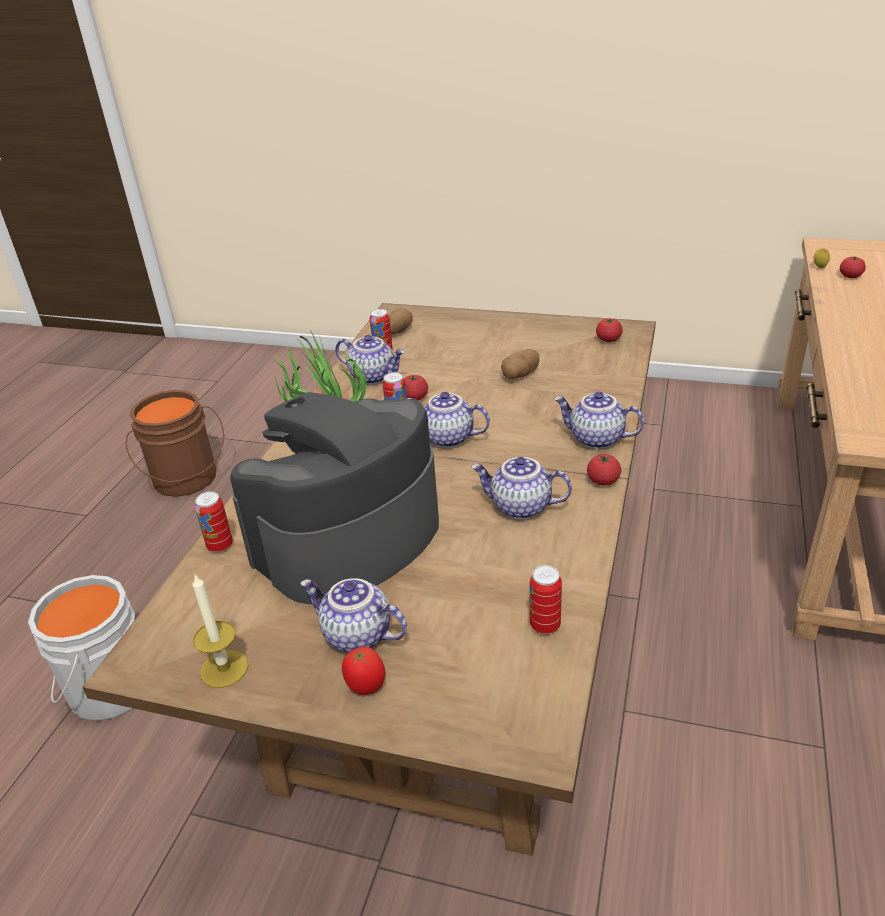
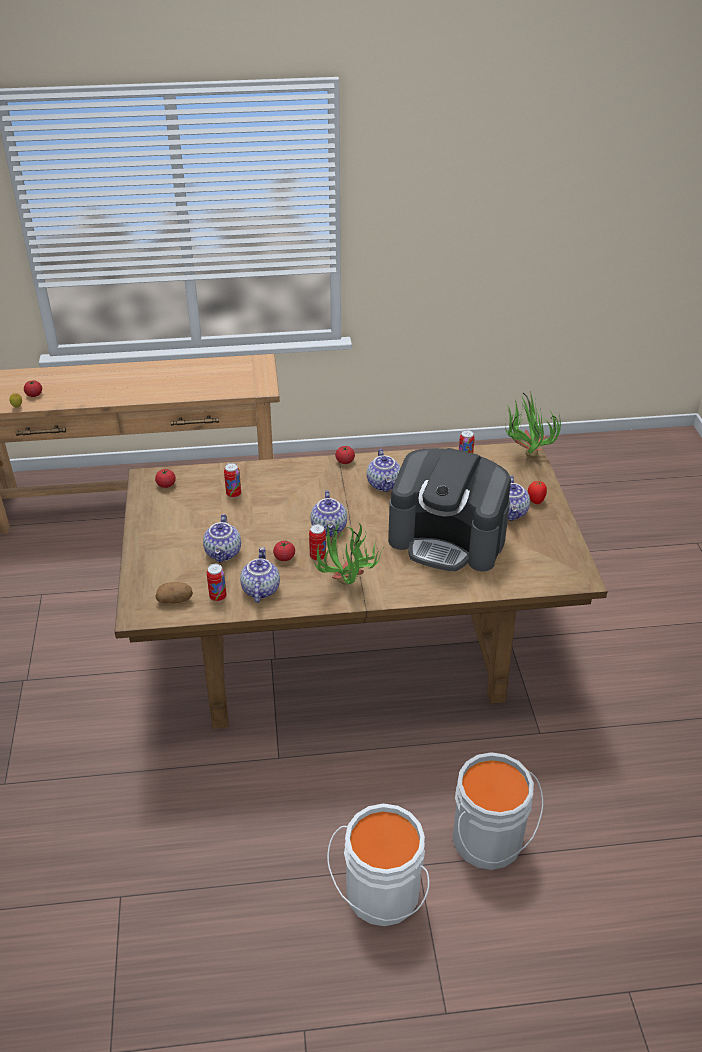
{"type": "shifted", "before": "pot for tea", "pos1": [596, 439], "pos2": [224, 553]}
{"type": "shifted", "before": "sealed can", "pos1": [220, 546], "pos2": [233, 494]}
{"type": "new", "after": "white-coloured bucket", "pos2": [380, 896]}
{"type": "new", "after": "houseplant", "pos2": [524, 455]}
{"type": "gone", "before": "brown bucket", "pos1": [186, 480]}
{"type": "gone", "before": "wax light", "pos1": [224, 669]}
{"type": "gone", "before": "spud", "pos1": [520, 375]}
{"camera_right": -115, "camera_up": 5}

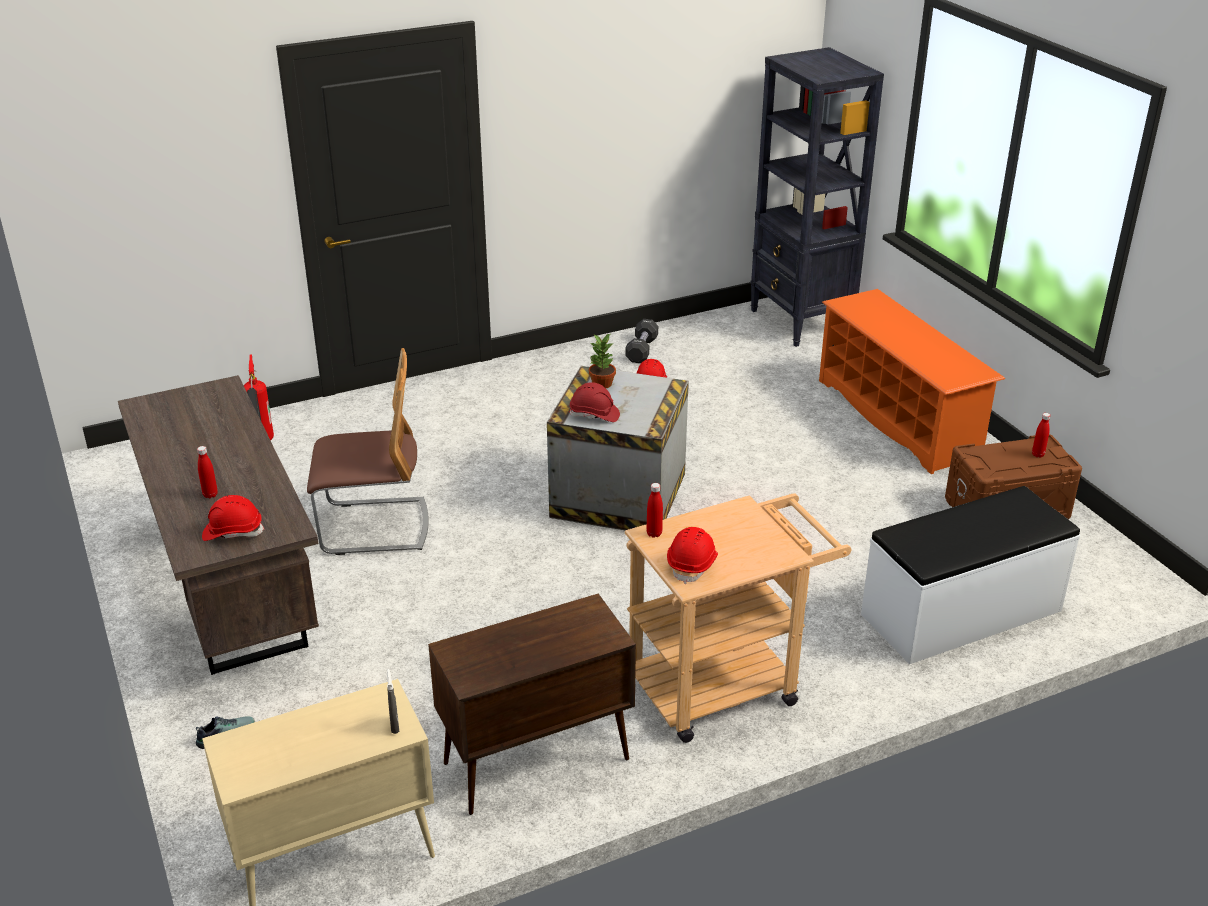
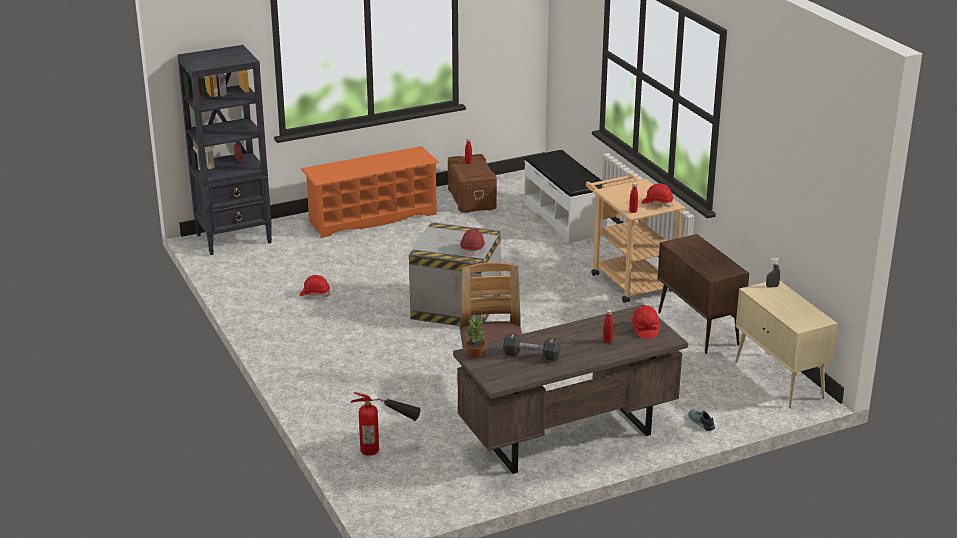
{"type": "shifted", "before": "houseplant", "pos1": [602, 384], "pos2": [476, 354]}
{"type": "shifted", "before": "black-coloured free weight", "pos1": [641, 350], "pos2": [531, 355]}
{"camera_right": -90, "camera_up": -5}

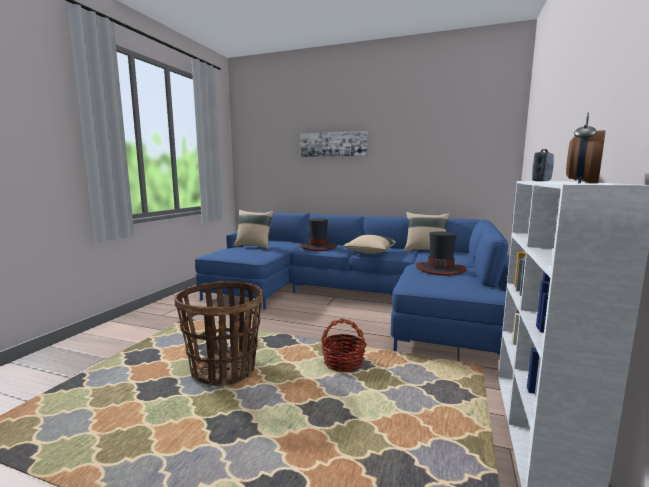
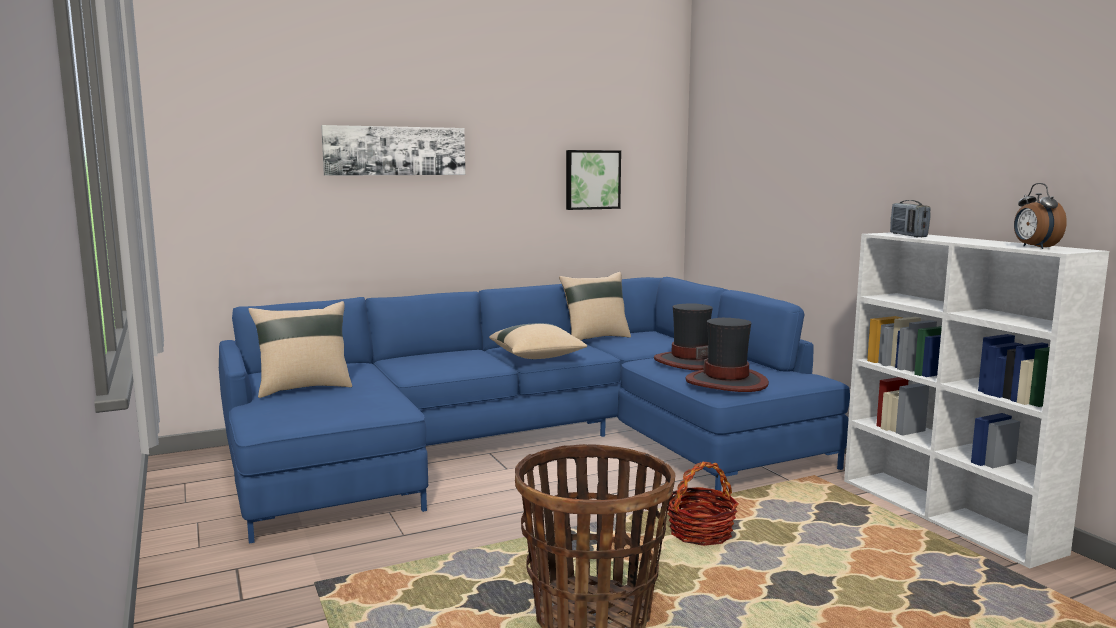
{"type": "new", "after": "picture", "pos2": [592, 179]}
{"type": "shifted", "before": "clothing hat", "pos1": [318, 247], "pos2": [727, 382]}
{"camera_right": -45, "camera_up": 0}

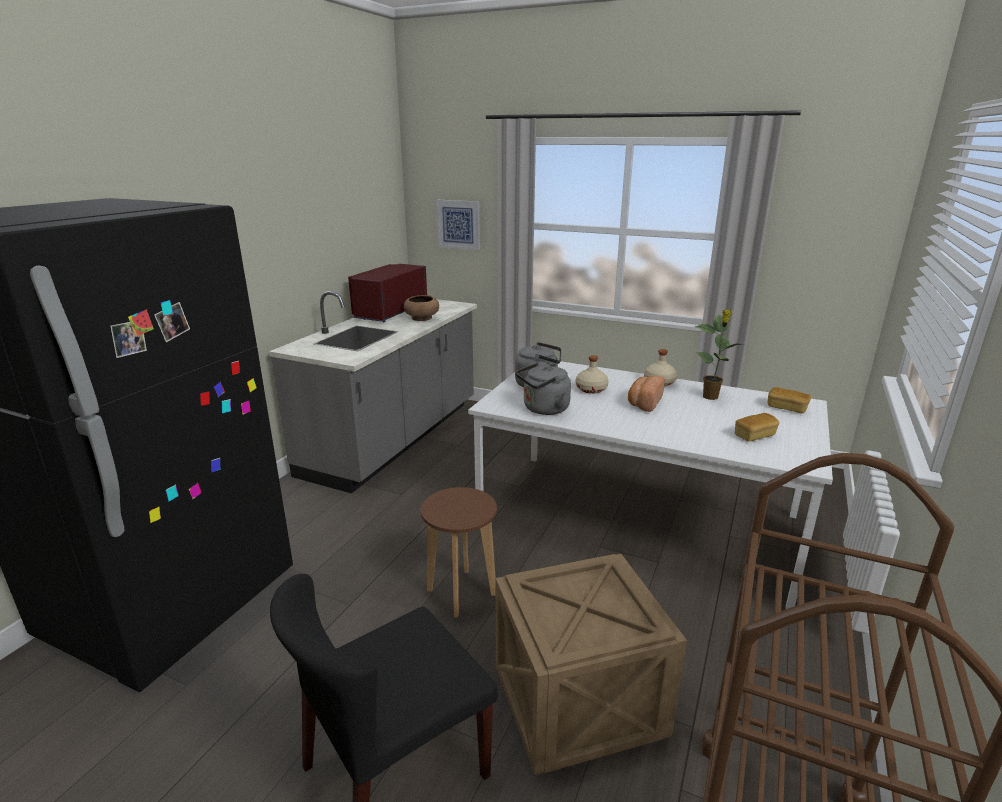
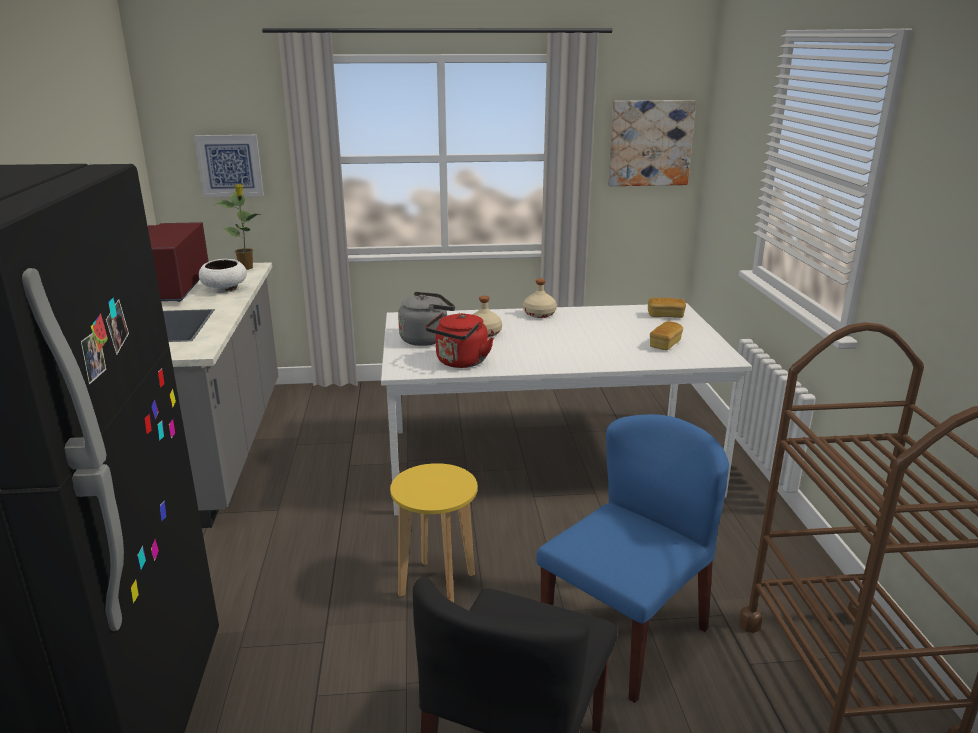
{"type": "repainted", "before": "brown bowl", "after": "white-coloured bowl", "pos1": [422, 318], "pos2": [225, 289]}
{"type": "shifted", "before": "houseplant", "pos1": [711, 397], "pos2": [247, 268]}
{"type": "repainted", "before": "brown sitting stool", "after": "yellowish sitting stool", "pos1": [461, 593], "pos2": [437, 585]}
{"type": "repainted", "before": "grey water kettle", "after": "red-coloured water kettle", "pos1": [543, 409], "pos2": [460, 362]}
{"type": "swapped", "before": "packing crate", "after": "bluish upright chair", "pos1": [580, 701], "pos2": [625, 634]}
{"type": "new", "after": "picture", "pos2": [650, 143]}
{"type": "gone", "before": "bread", "pos1": [644, 403]}
{"camera_right": -30, "camera_up": 0}

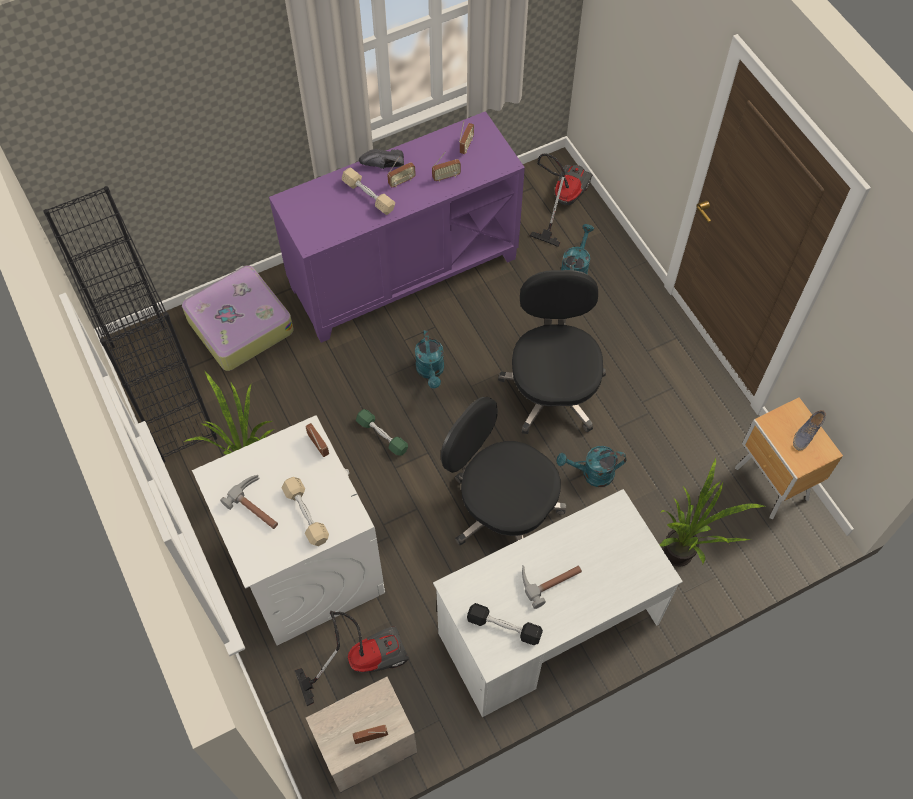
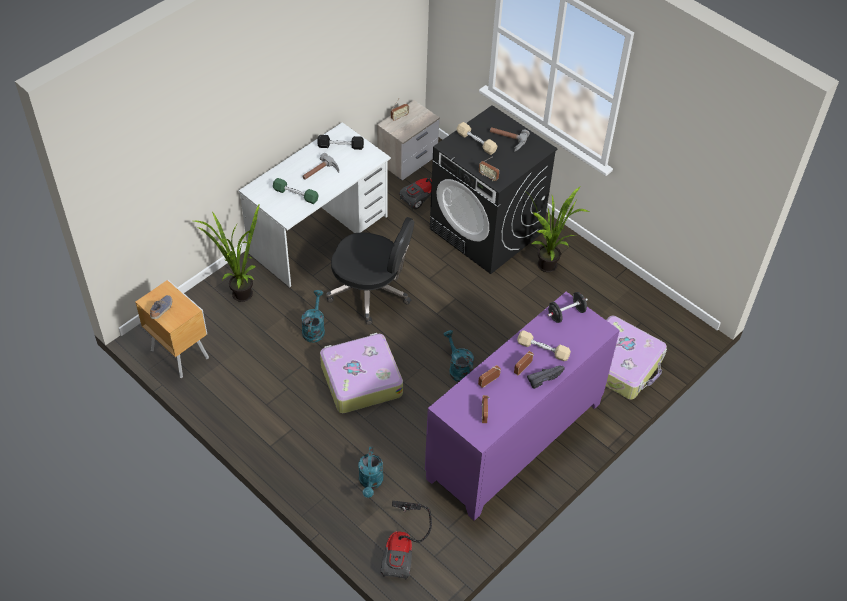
{"type": "shifted", "before": "green free weight", "pos1": [382, 436], "pos2": [295, 195]}
{"type": "rotated", "before": "turquoise watering pot", "pos1": [592, 474], "pos2": [314, 328], "turn": -60}
{"type": "swapped", "before": "black-coloured office chair", "after": "travel case", "pos1": [552, 389], "pos2": [360, 379]}
{"type": "repainted", "before": "white-coloured washing machine", "after": "black-coloured washing machine", "pos1": [305, 565], "pos2": [487, 231]}
{"type": "new", "after": "black-coloured free weight", "pos2": [566, 314]}
{"type": "gone", "before": "black-coloured shelving unit", "pos1": [162, 391]}
{"camera_right": 160, "camera_up": -10}

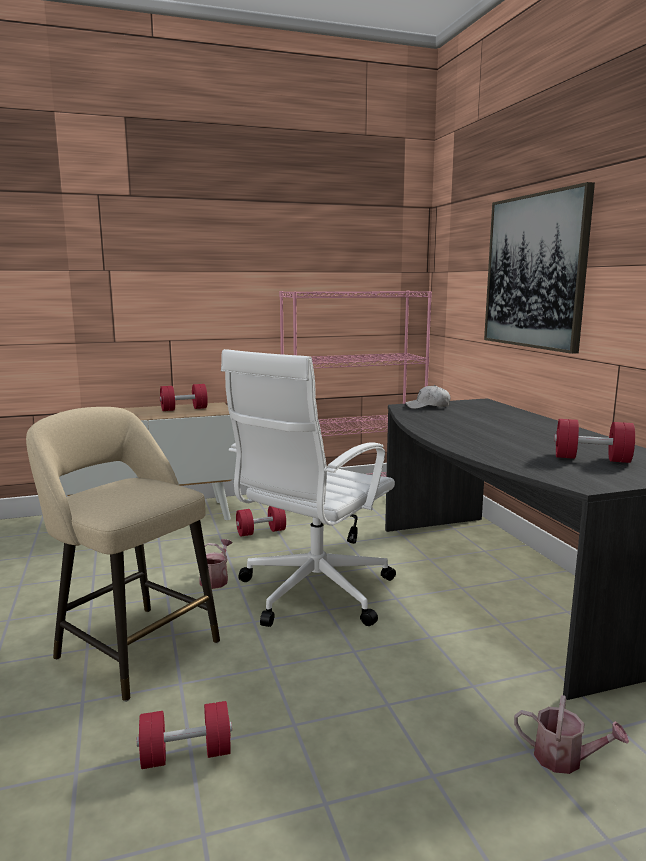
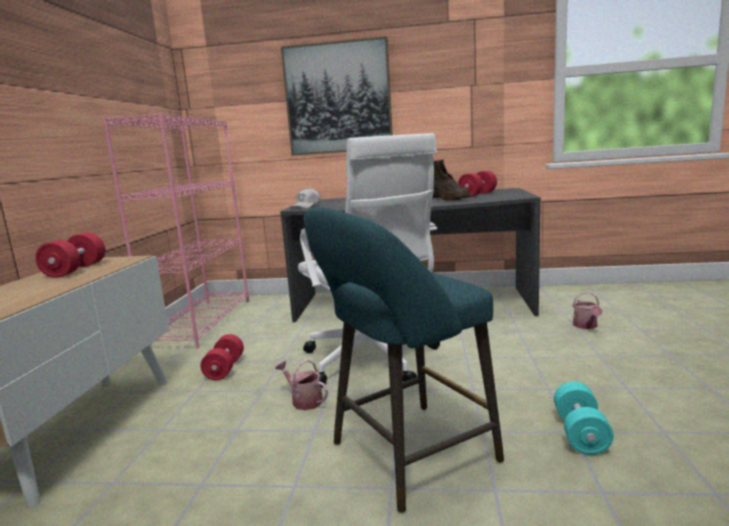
{"type": "repainted", "before": "beige sitting stool", "after": "turquoise sitting stool", "pos1": [132, 647], "pos2": [406, 456]}
{"type": "new", "after": "brown boot", "pos2": [448, 198]}
{"type": "repainted", "before": "red-coloured free weight", "after": "turquoise free weight", "pos1": [186, 755], "pos2": [580, 433]}
{"type": "rotated", "before": "watering pot", "pos1": [565, 759], "pos2": [586, 326], "turn": 135}
{"camera_right": -65, "camera_up": 0}

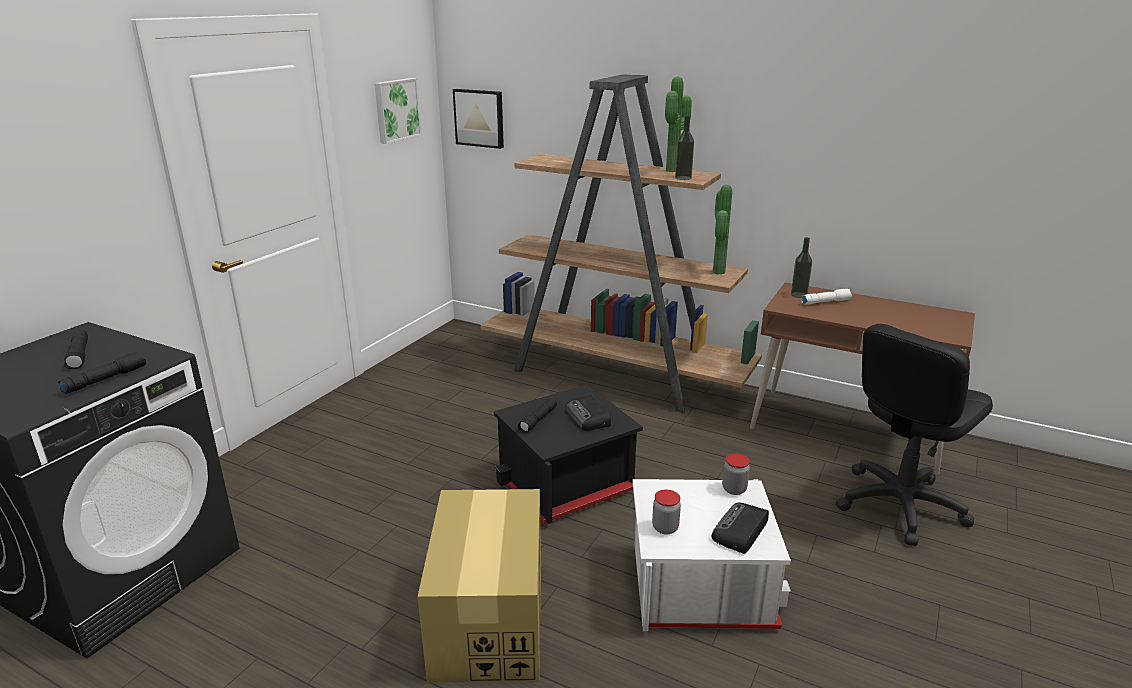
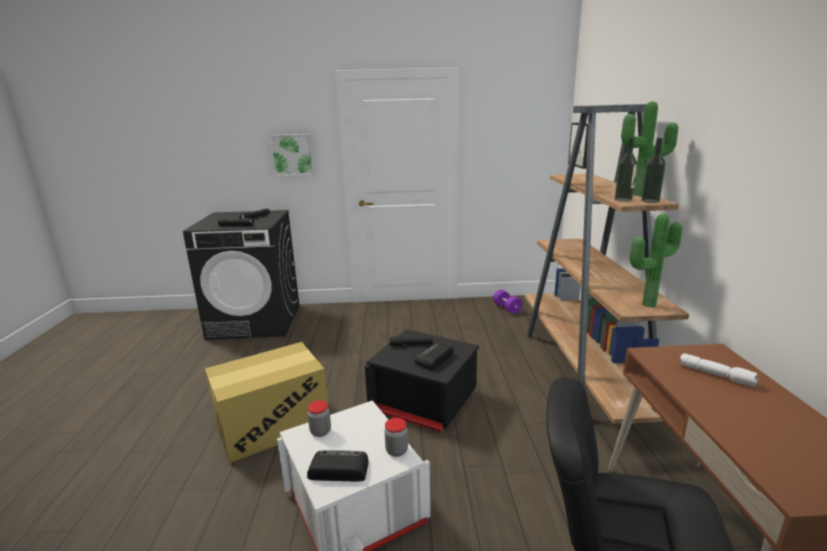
{"type": "shifted", "before": "picture", "pos1": [396, 110], "pos2": [292, 154]}
{"type": "new", "after": "purplish free weight", "pos2": [507, 308]}
{"type": "shifted", "before": "drink bottle", "pos1": [799, 295], "pos2": [650, 201]}
{"camera_right": 60, "camera_up": -5}

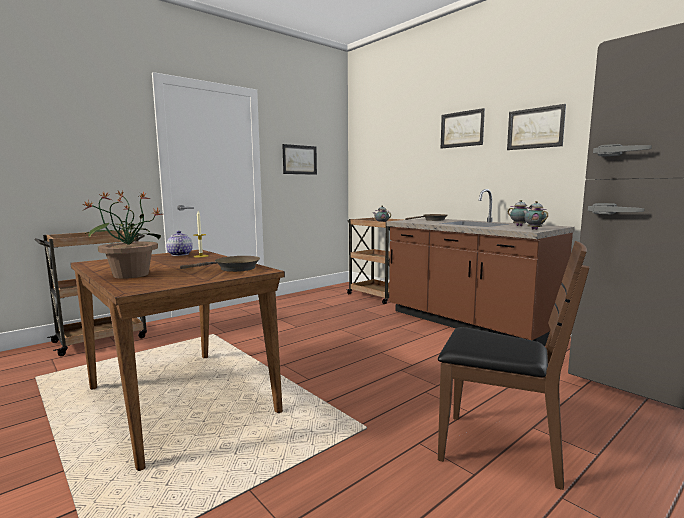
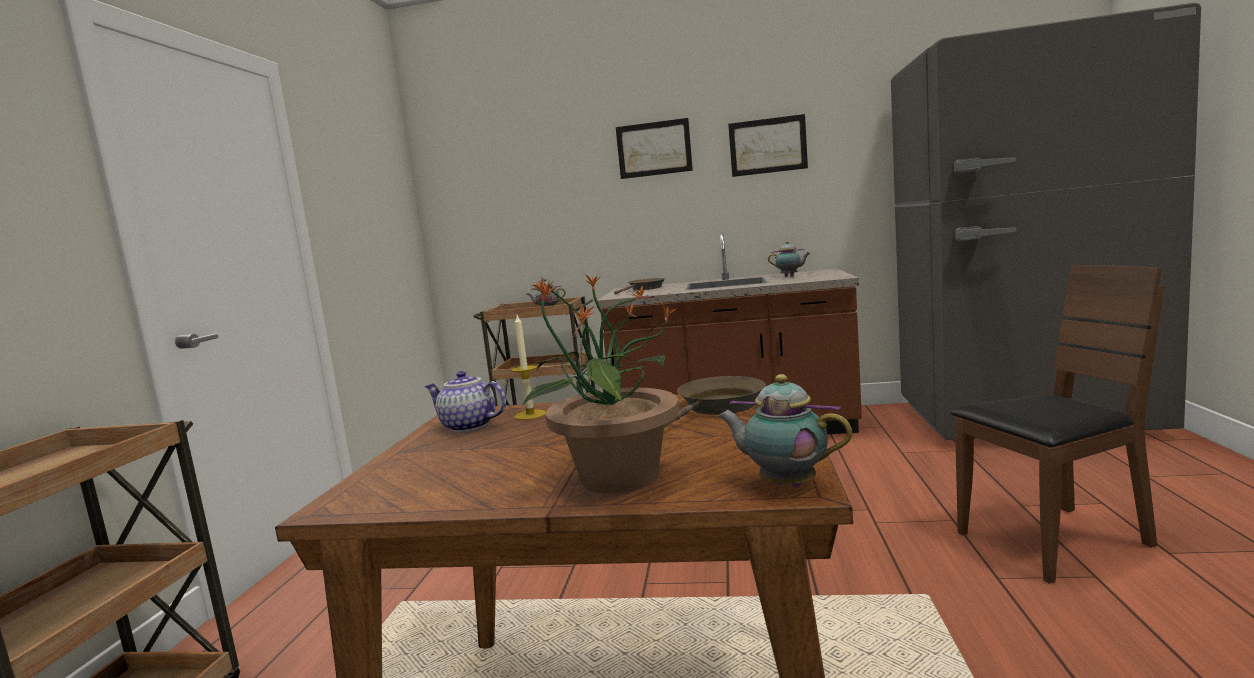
{"type": "shifted", "before": "pot for tea", "pos1": [533, 229], "pos2": [784, 484]}
{"type": "gone", "before": "picture", "pos1": [299, 159]}
{"camera_right": -40, "camera_up": 0}

